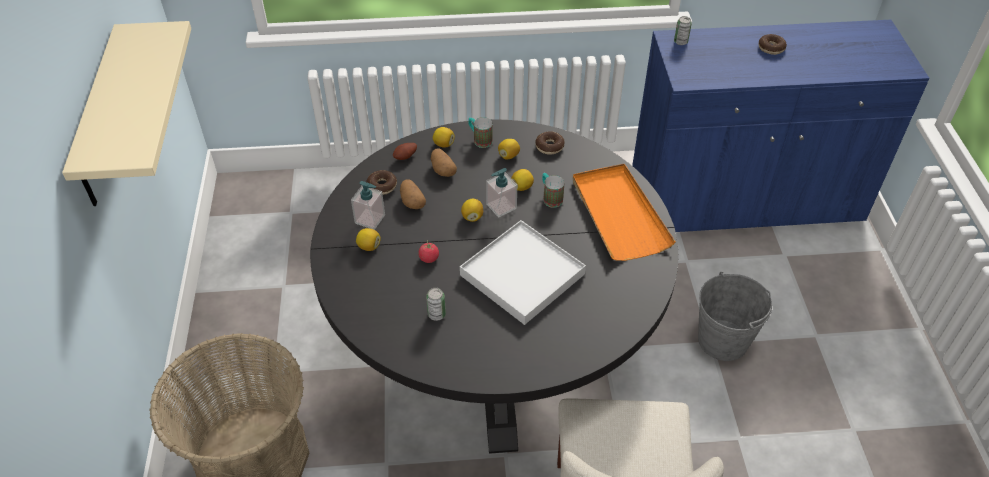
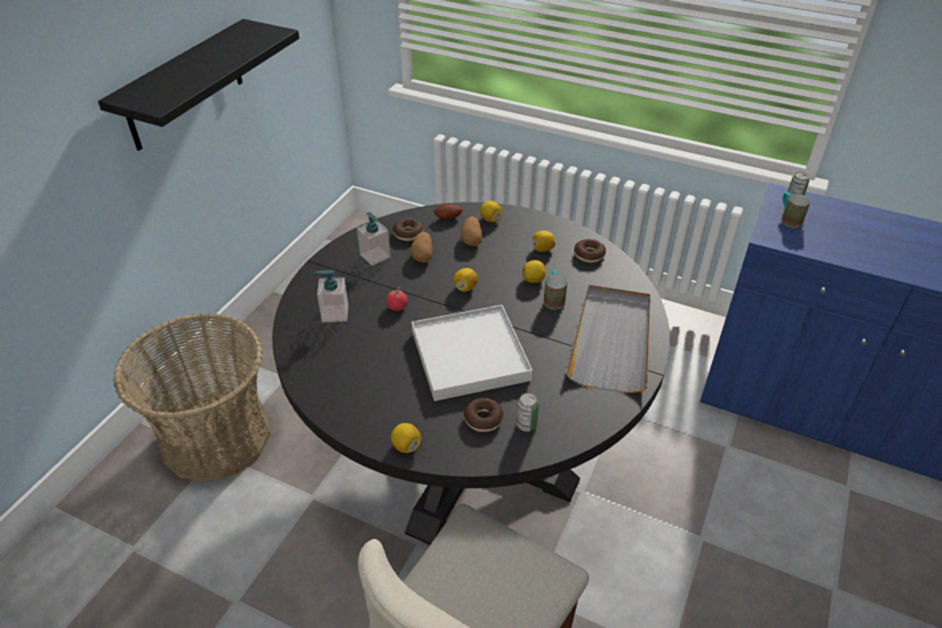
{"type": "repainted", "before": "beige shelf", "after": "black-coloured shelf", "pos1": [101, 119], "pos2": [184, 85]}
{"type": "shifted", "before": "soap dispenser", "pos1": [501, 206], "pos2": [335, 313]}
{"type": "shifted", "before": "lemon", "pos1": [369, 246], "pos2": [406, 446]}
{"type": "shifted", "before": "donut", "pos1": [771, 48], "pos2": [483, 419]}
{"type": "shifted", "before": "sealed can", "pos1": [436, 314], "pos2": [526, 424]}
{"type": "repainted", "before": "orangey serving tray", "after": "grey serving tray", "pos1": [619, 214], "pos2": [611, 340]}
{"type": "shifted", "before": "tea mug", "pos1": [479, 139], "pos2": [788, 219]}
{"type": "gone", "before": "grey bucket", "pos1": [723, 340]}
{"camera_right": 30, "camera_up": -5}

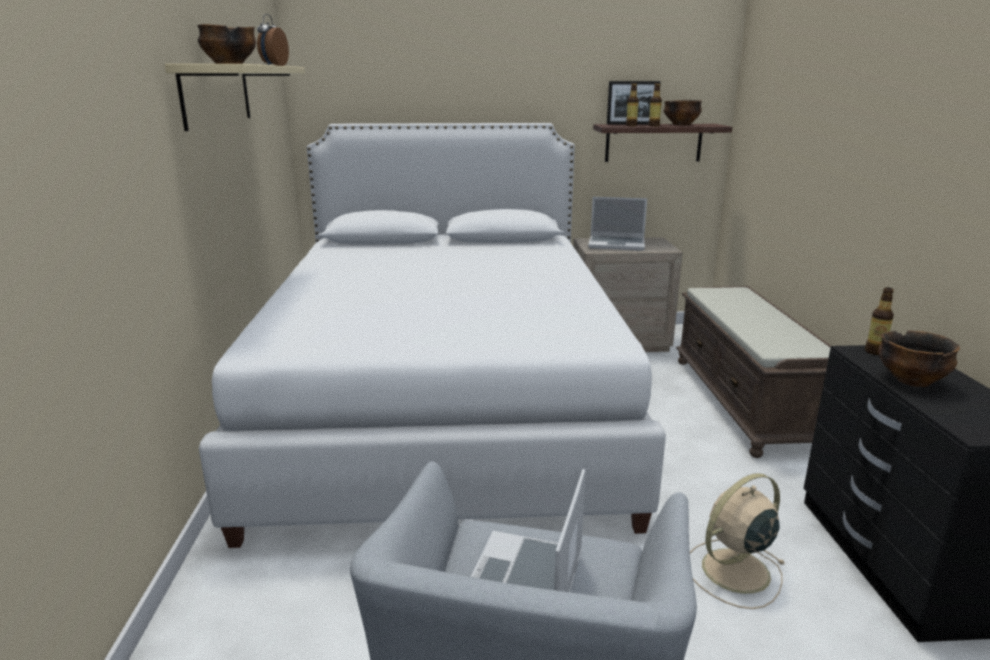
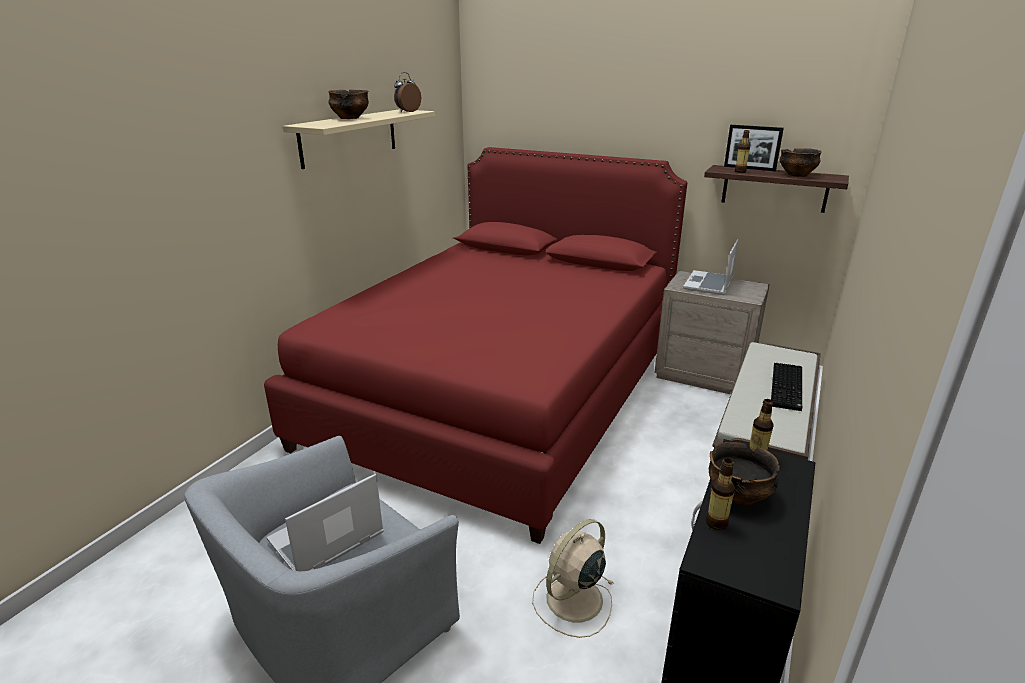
{"type": "repainted", "before": "white-coloured sleeping bed", "after": "red-coloured sleeping bed", "pos1": [444, 406], "pos2": [500, 394]}
{"type": "rotated", "before": "beige electric fan", "pos1": [733, 572], "pos2": [572, 600], "turn": -45}
{"type": "rotated", "before": "laptop", "pos1": [617, 244], "pos2": [709, 284], "turn": 75}
{"type": "shifted", "before": "drink bottle", "pos1": [654, 126], "pos2": [716, 523]}
{"type": "new", "after": "PC keyboard", "pos2": [788, 388]}
{"camera_right": 30, "camera_up": 5}

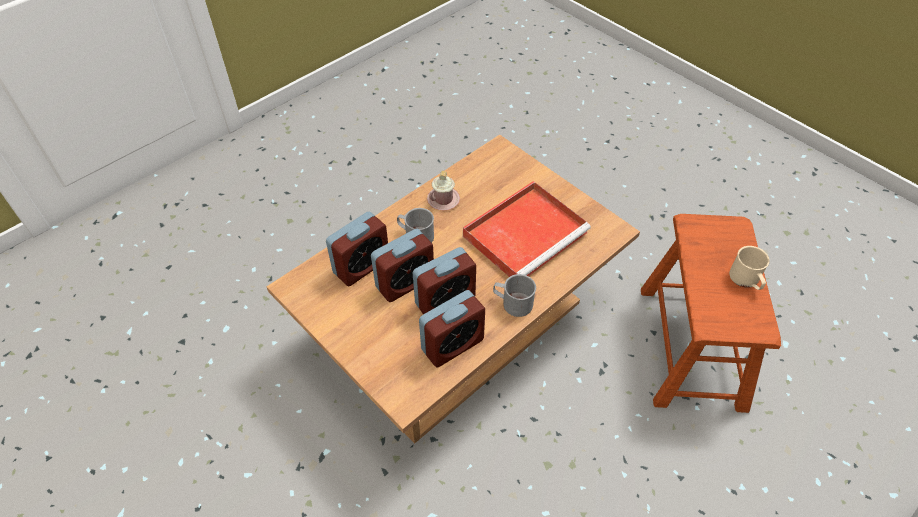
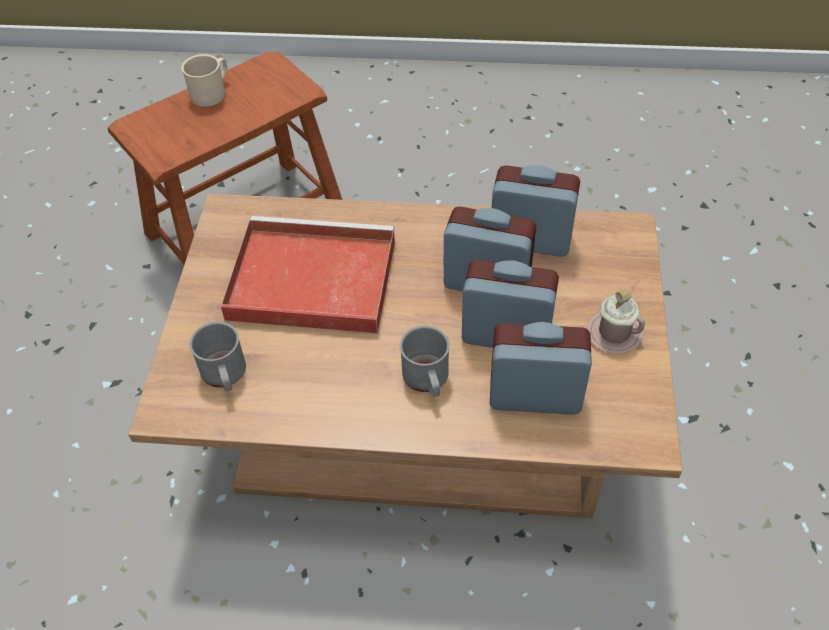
{"type": "shifted", "before": "grey tea mug", "pos1": [512, 303], "pos2": [225, 375]}
{"type": "shifted", "before": "pink tea mug", "pos1": [443, 199], "pos2": [614, 333]}
{"camera_right": -130, "camera_up": 0}

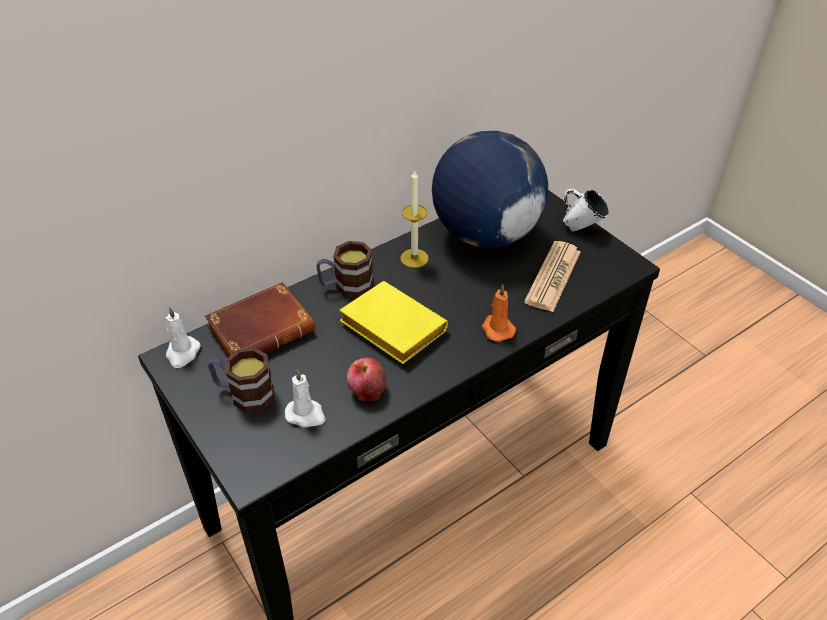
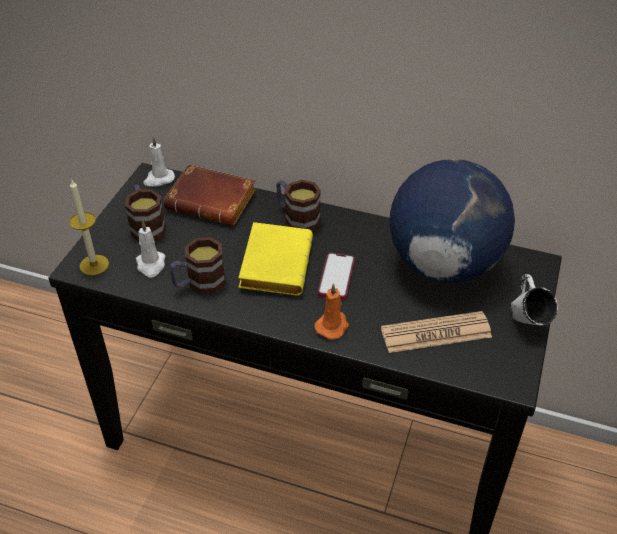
{"type": "shifted", "before": "wax light", "pos1": [414, 258], "pos2": [94, 265]}
{"type": "swapped", "before": "whole apple", "after": "tea mug", "pos1": [367, 390], "pos2": [199, 283]}
{"type": "new", "after": "telephone", "pos2": [336, 277]}
{"camera_right": 55, "camera_up": 0}

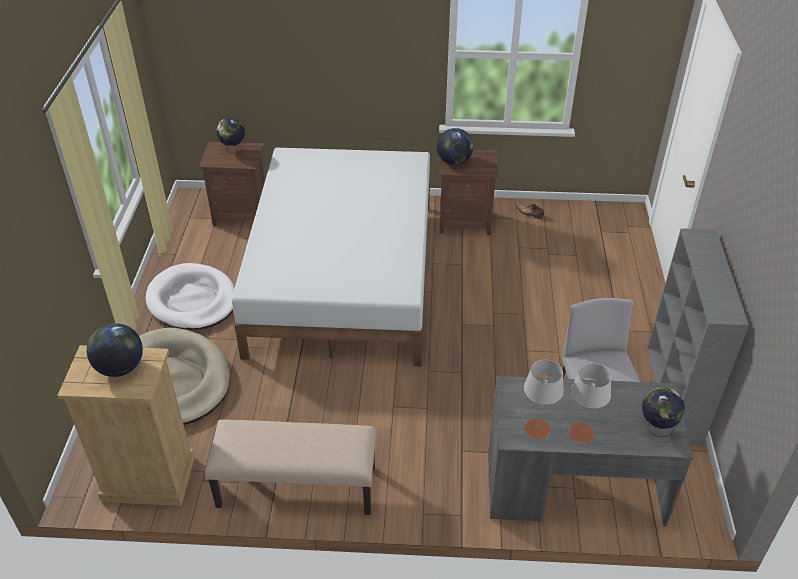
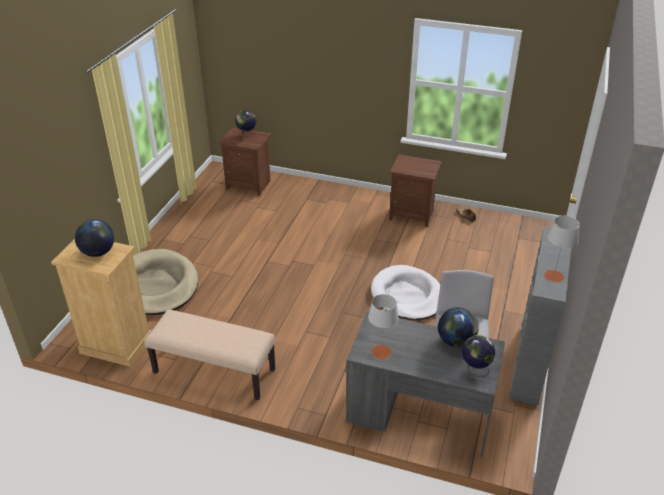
{"type": "shifted", "before": "white-coloured dog bed", "pos1": [192, 300], "pos2": [407, 296]}
{"type": "shifted", "before": "globe", "pos1": [454, 161], "pos2": [456, 341]}
{"type": "shifted", "before": "grey lamp for a table", "pos1": [581, 433], "pos2": [553, 276]}
{"type": "gone", "before": "white-coloured sleeping bed", "pos1": [344, 276]}
{"camera_right": 15, "camera_up": -5}

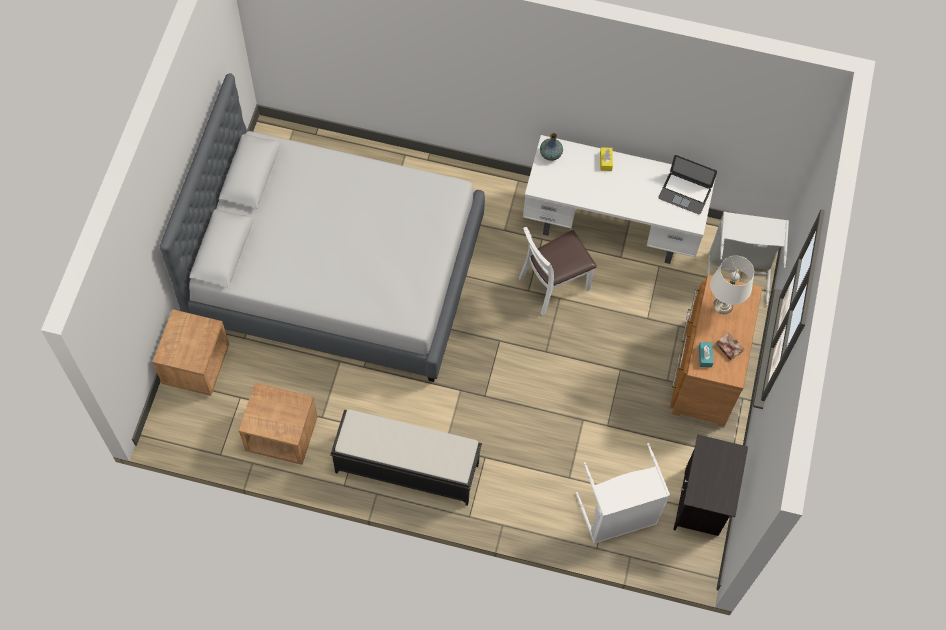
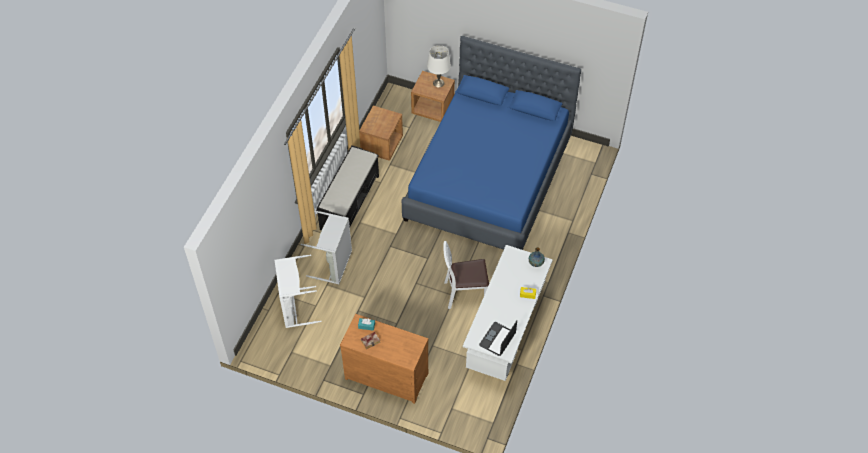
{"type": "shifted", "before": "grey laundry basket", "pos1": [738, 272], "pos2": [334, 265]}
{"type": "repainted", "before": "grey sleeping bed", "after": "bluish sleeping bed", "pos1": [336, 269], "pos2": [489, 178]}
{"type": "shifted", "before": "white-coloured lamp for a table", "pos1": [723, 305], "pos2": [438, 83]}
{"type": "rotated", "before": "white-coloured upright chair", "pos1": [553, 285], "pos2": [464, 293], "turn": -75}
{"type": "gone", "before": "black-coloured night table", "pos1": [701, 504]}
{"camera_right": 100, "camera_up": -10}

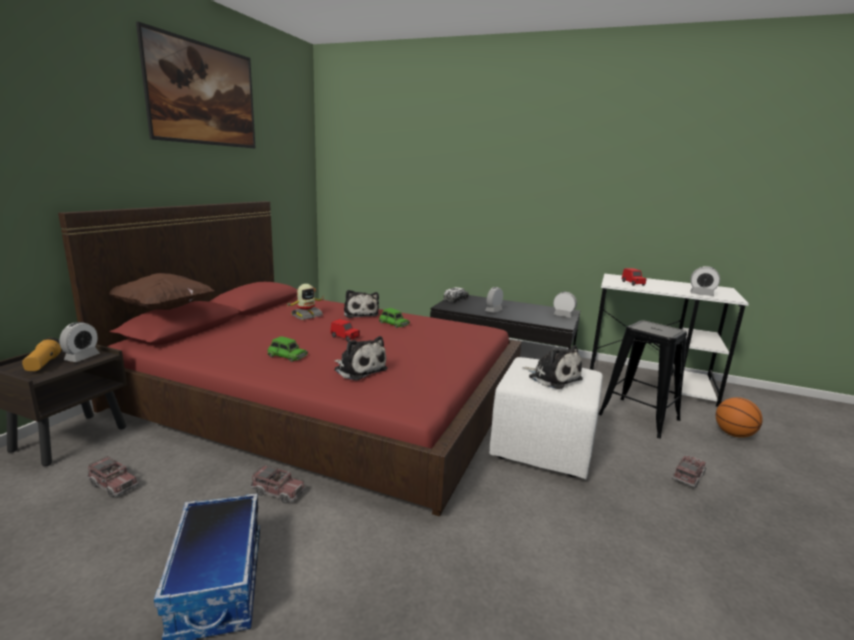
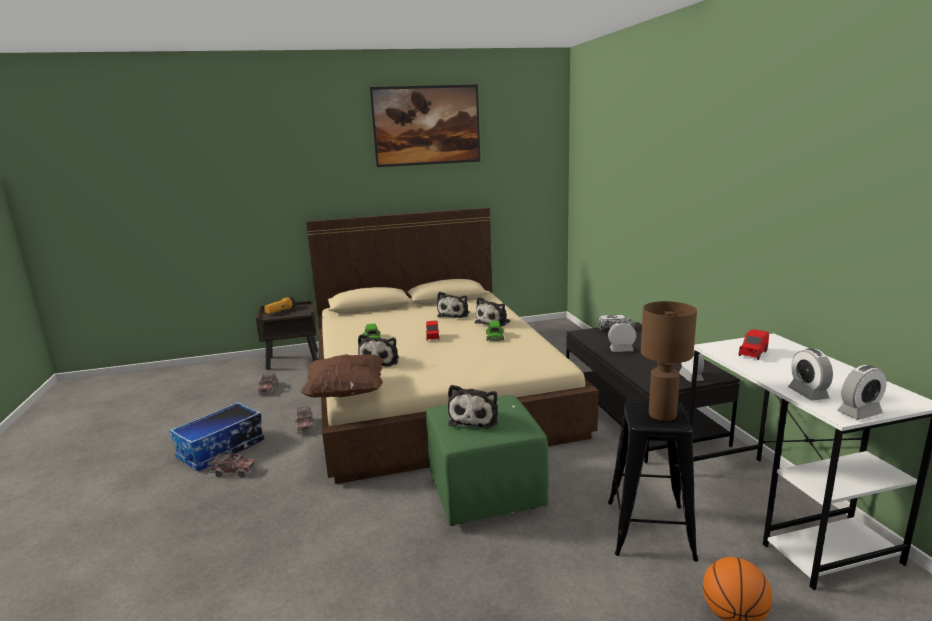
{"type": "shifted", "before": "toy truck", "pos1": [688, 477], "pos2": [234, 471]}
{"type": "shifted", "before": "brown cushion", "pos1": [164, 309], "pos2": [346, 393]}
{"type": "repainted", "before": "red-coloured sleeping bed", "after": "beige sleeping bed", "pos1": [326, 395], "pos2": [433, 385]}
{"type": "repainted", "before": "white-coloured footrest", "after": "green footrest", "pos1": [542, 447], "pos2": [487, 492]}
{"type": "swapped", "before": "toy robot", "after": "soft toy", "pos1": [306, 316], "pos2": [454, 314]}
{"type": "new", "after": "brown lamp for a table", "pos2": [662, 415]}
{"type": "shifted", "before": "table clock", "pos1": [82, 357], "pos2": [859, 413]}
{"camera_right": 55, "camera_up": 0}

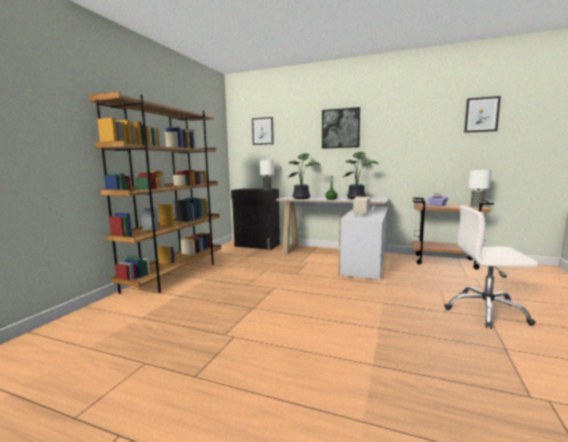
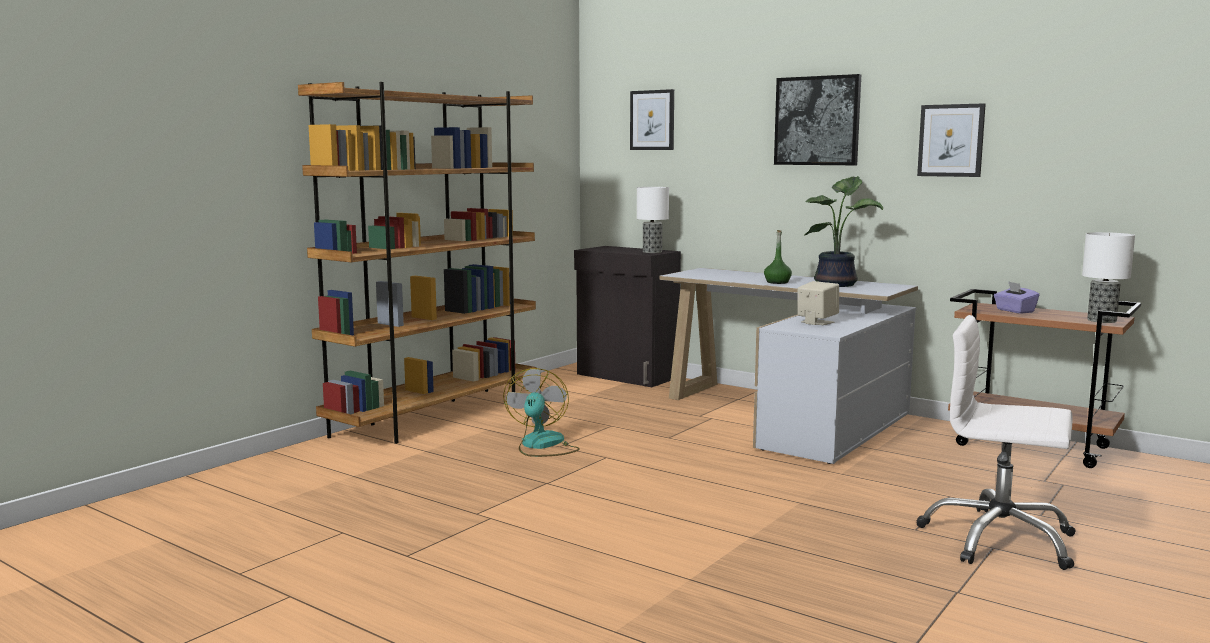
{"type": "new", "after": "electric fan", "pos2": [542, 445]}
{"type": "shifted", "before": "picture", "pos1": [481, 114], "pos2": [951, 140]}
{"type": "gone", "before": "houseplant", "pos1": [302, 198]}
{"camera_right": 15, "camera_up": 0}

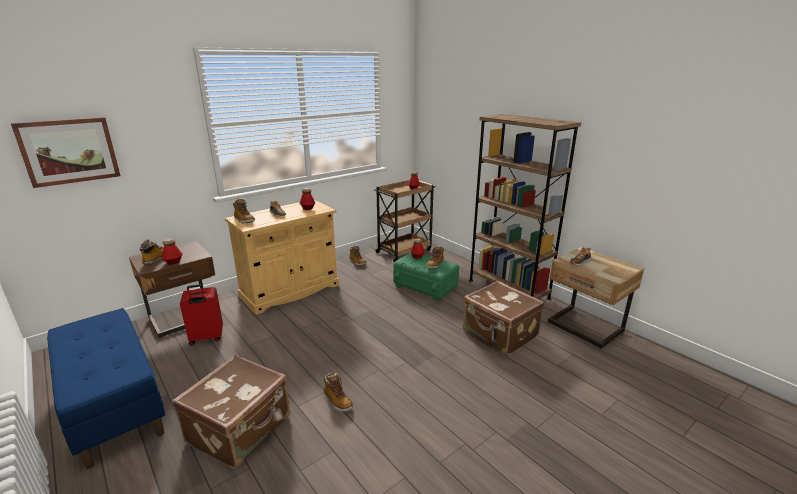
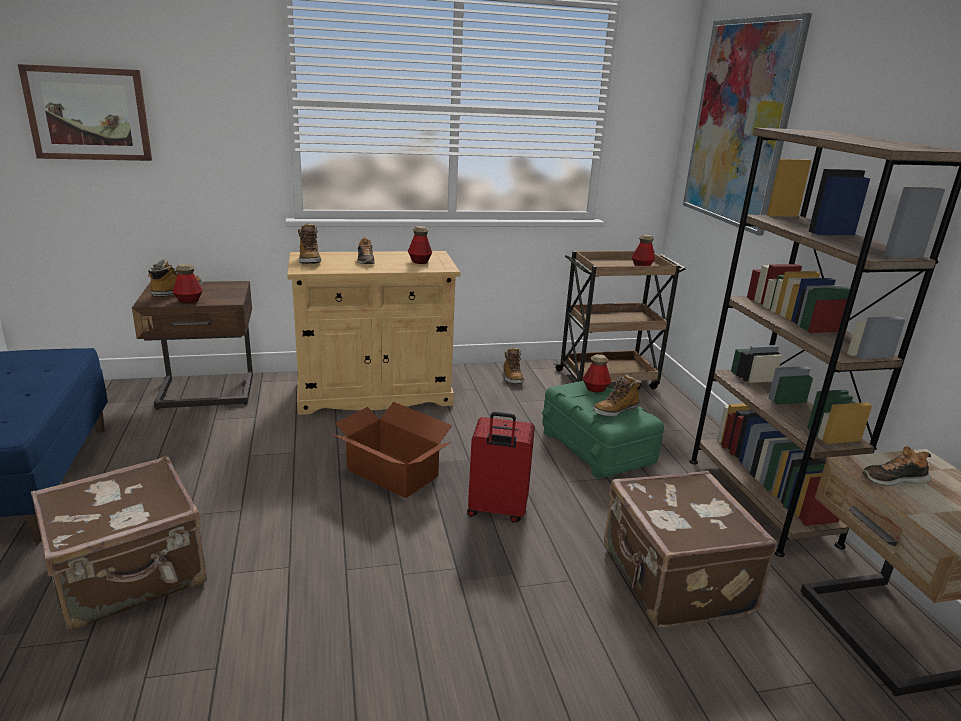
{"type": "new", "after": "packing box", "pos2": [392, 472]}
{"type": "shifted", "before": "red-coloured travel case", "pos1": [206, 338], "pos2": [496, 510]}
{"type": "new", "after": "picture", "pos2": [739, 123]}
{"type": "gone", "before": "boot", "pos1": [337, 401]}
{"camera_right": 25, "camera_up": 0}

